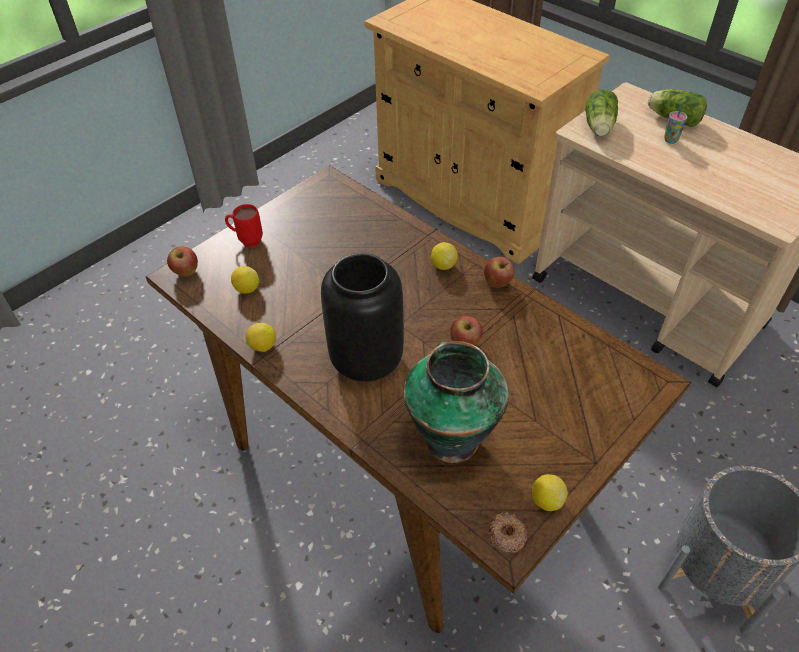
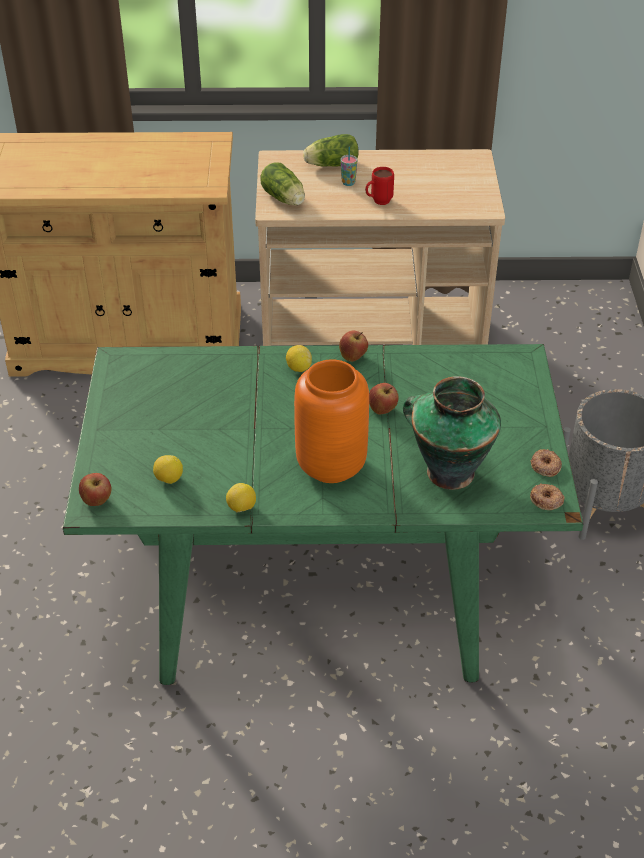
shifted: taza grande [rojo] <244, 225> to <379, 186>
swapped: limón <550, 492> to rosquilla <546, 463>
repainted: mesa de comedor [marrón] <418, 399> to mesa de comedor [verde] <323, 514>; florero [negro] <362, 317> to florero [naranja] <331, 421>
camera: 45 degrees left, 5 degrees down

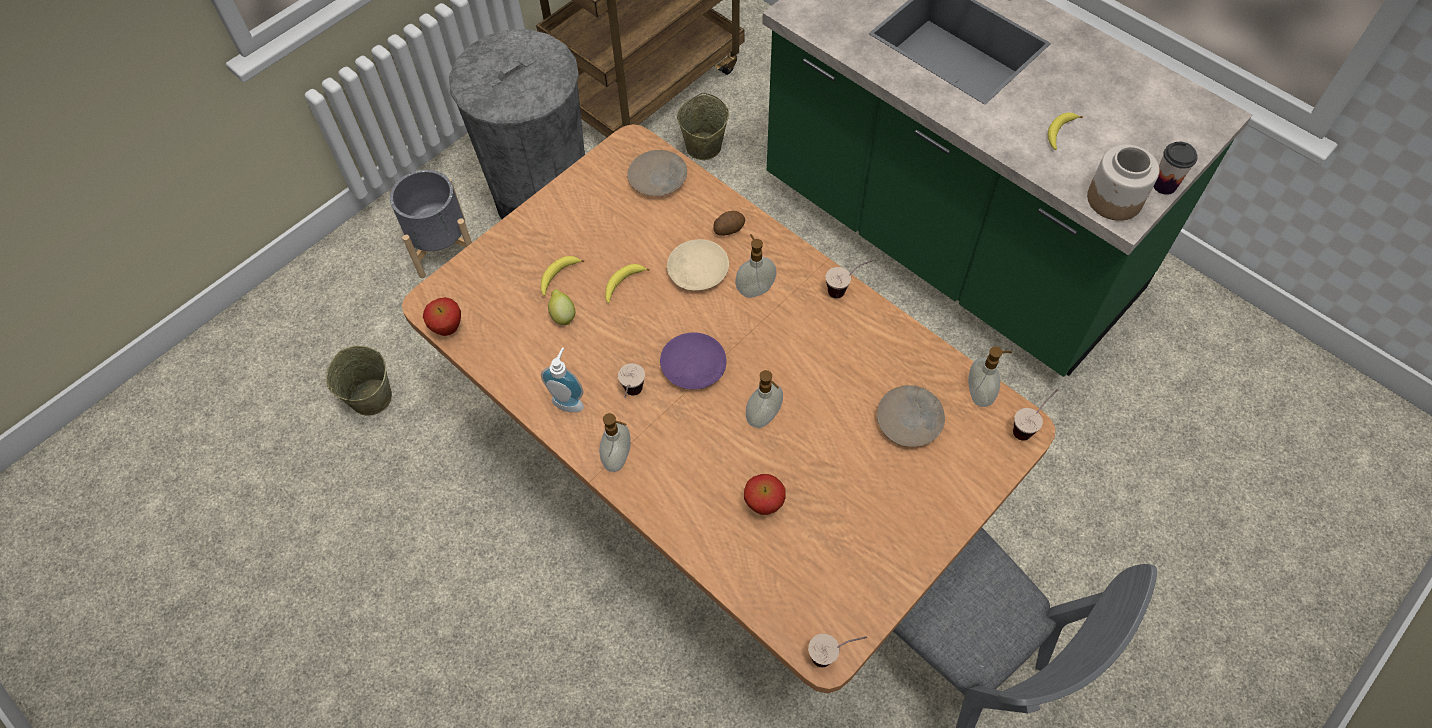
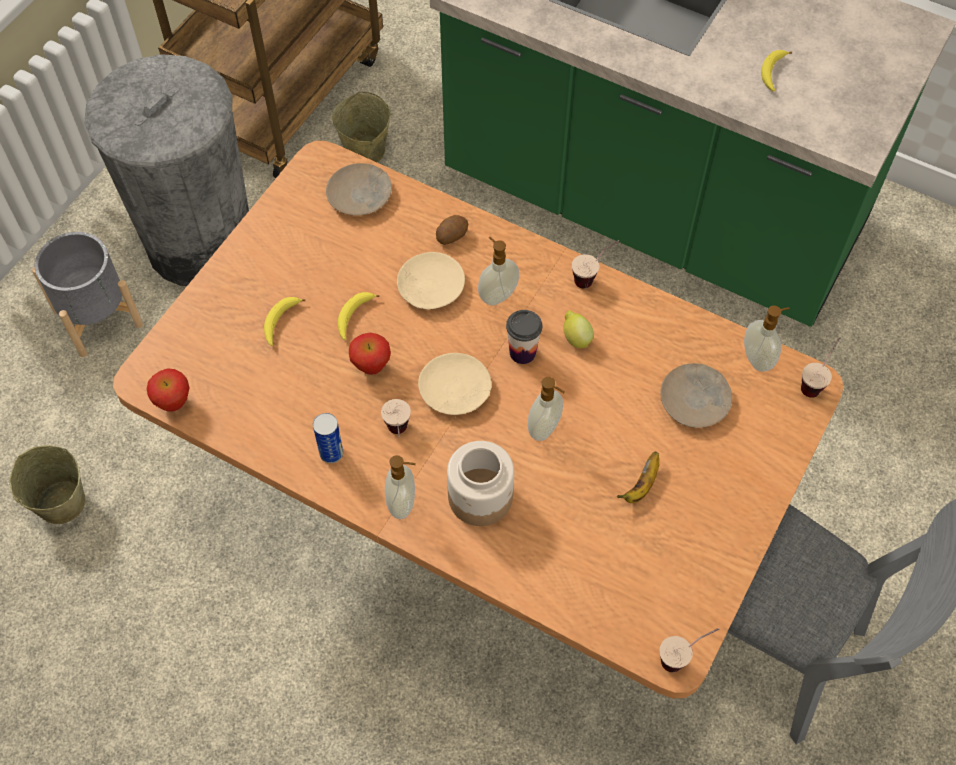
new: plátano <637, 477>
shifted: taza <1175, 168> to <524, 337>; tarro <1123, 182> to <480, 483>; limón <561, 307> to <578, 329>; manzana <764, 494> to <370, 354>
swapped: dispensador de jabón <562, 379> to lata <328, 438>
repainted: plato [morado] <693, 360> to plato [beis] <455, 384>
camera: 15 degrees left, 0 degrees up

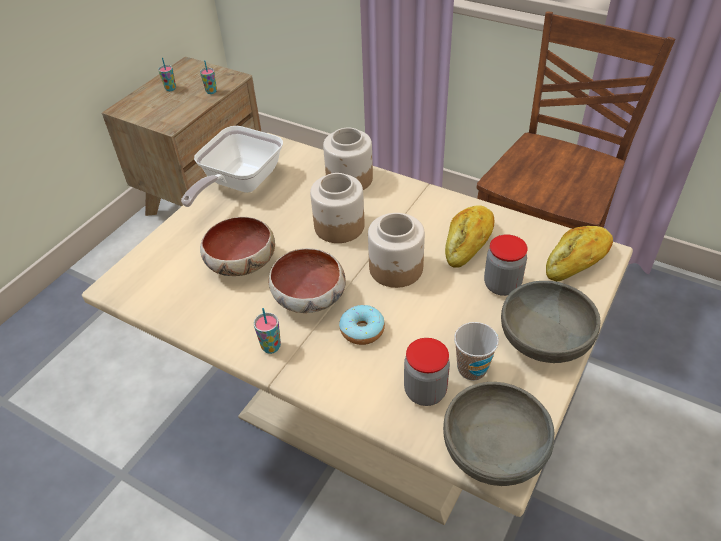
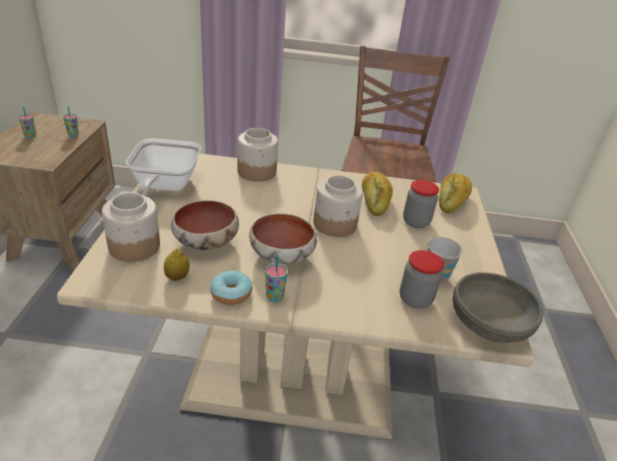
gone: cuenco [gris] <551, 322>
new: limón <176, 265>
shifted: tarro <337, 208> to <131, 227>; rosquilla <362, 325> to <231, 287>
camera: 30 degrees left, 10 degrees down

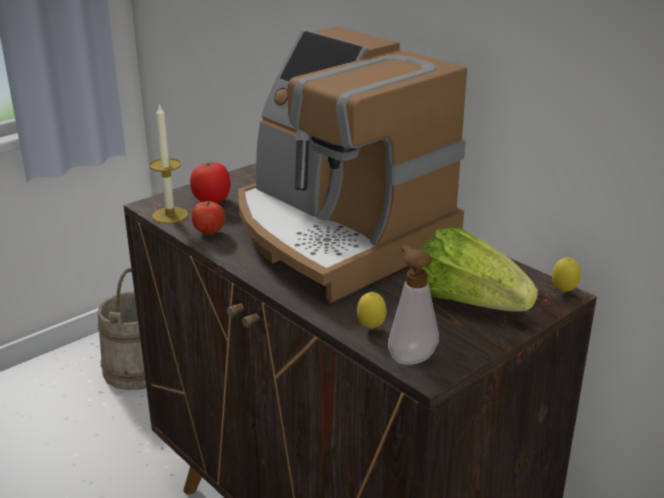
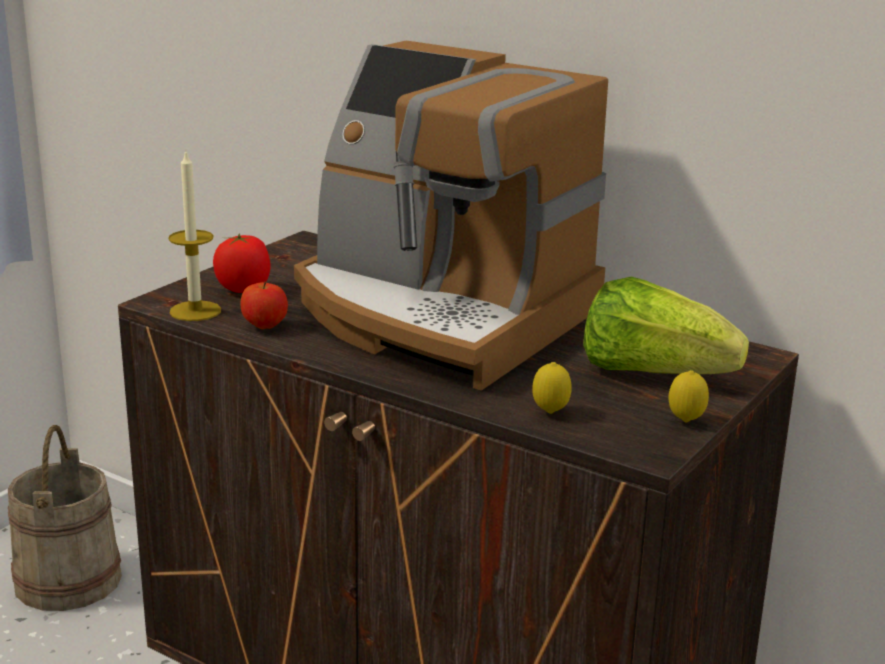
gone: dispensador de jabón <413, 305>
shifted: limón <566, 275> to <689, 396>
camera: 15 degrees left, 5 degrees down

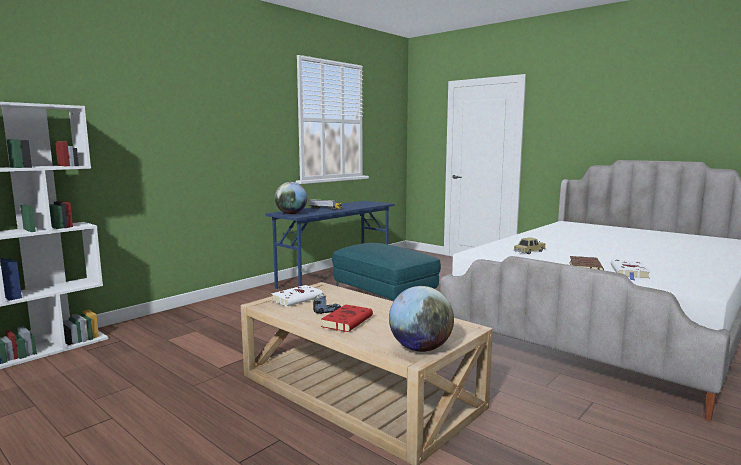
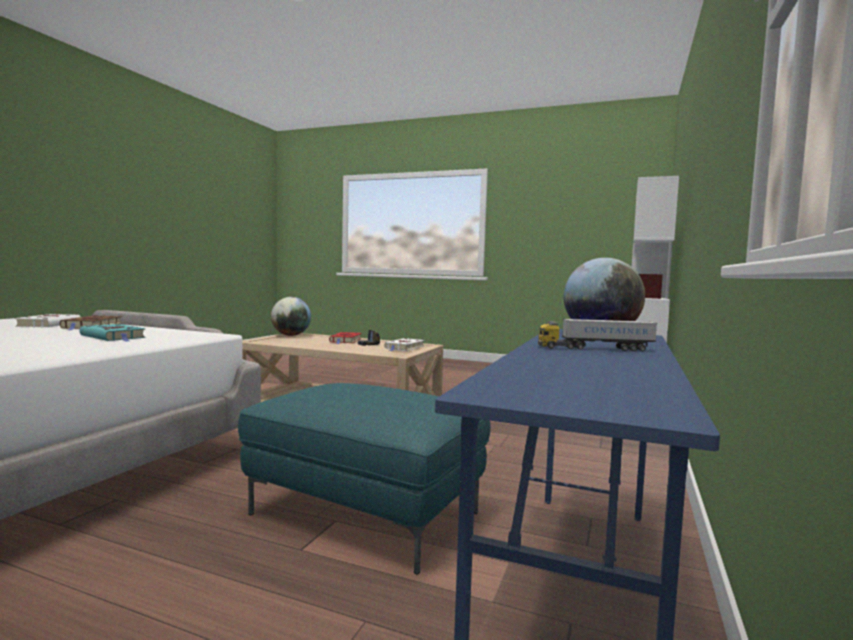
swapped: coche de juguete <530, 246> to libro [turquesa] <112, 333>
camera: 160 degrees right, 5 degrees down

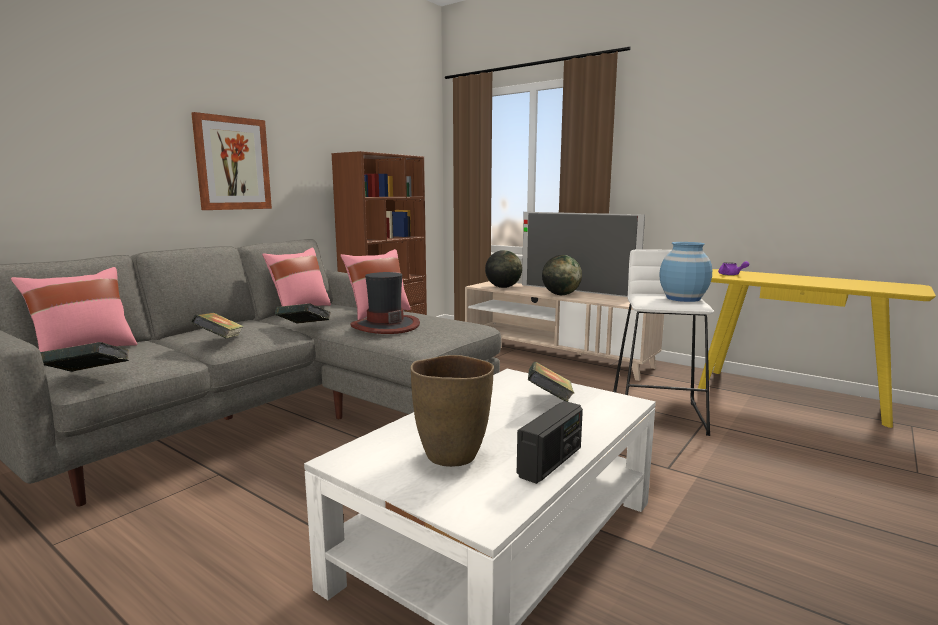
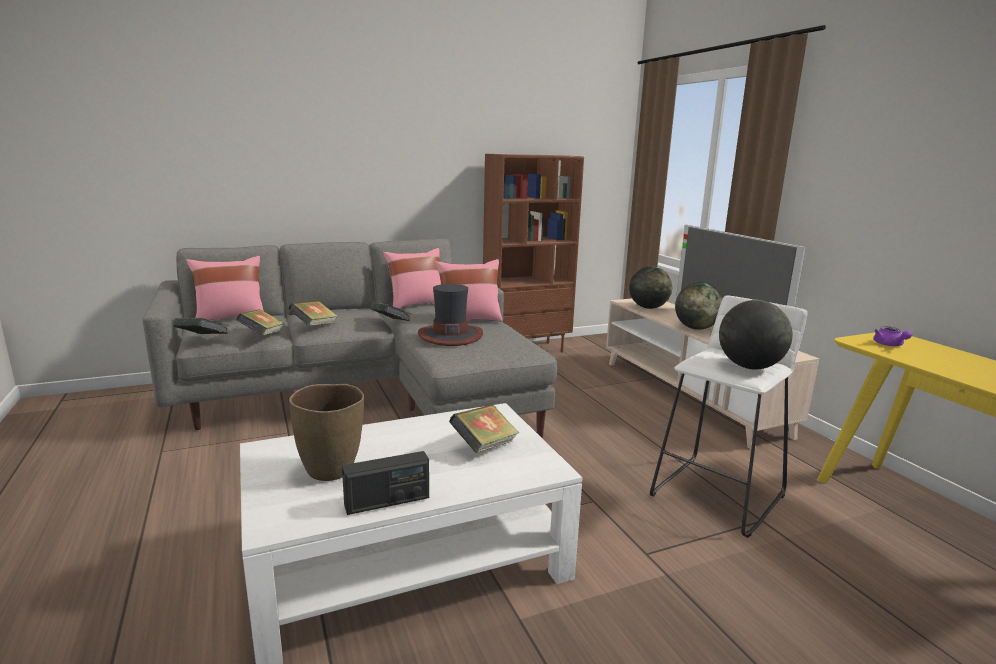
gone: cuadro <231, 161>
new: libro <260, 322>
swapped: florero [azul] <685, 272> to globo terráqueo <756, 335>
camera: 30 degrees right, 5 degrees up

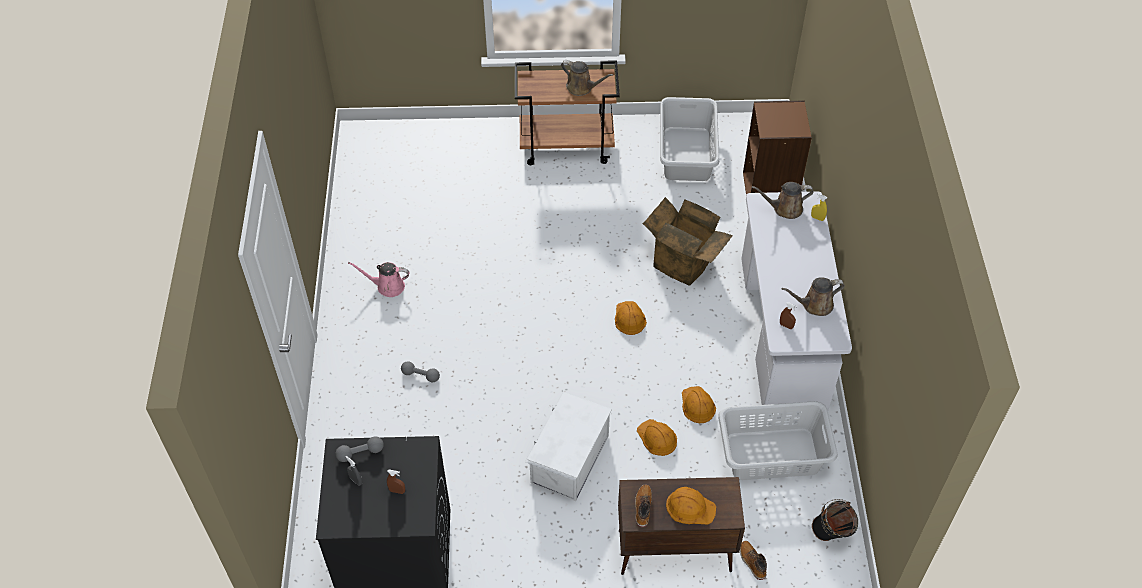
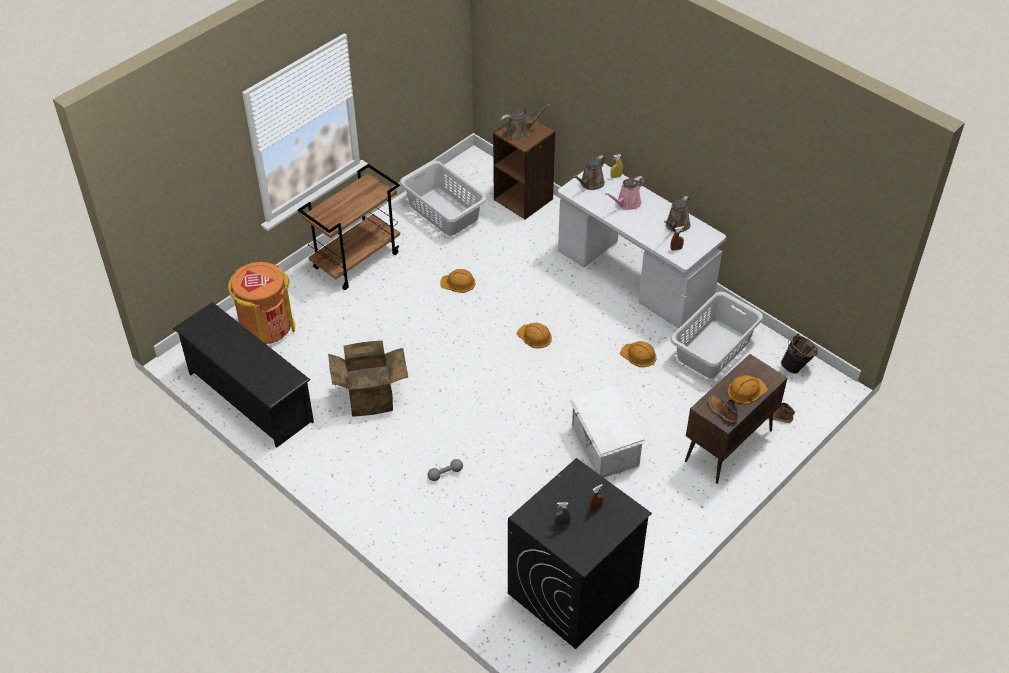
gone: mancuerna [gris] <360, 449>
new: papelera [naranja] <261, 303>; zapatero [negro] <243, 375>
shifted: regadera [marrón] <587, 78> to <525, 122>; caja de cartón <688, 241> to <368, 378>; regadera [rosa] <379, 279> to <625, 193>; casco [naranja] <657, 437> to <457, 281>
camera: 45 degrees left, 5 degrees down

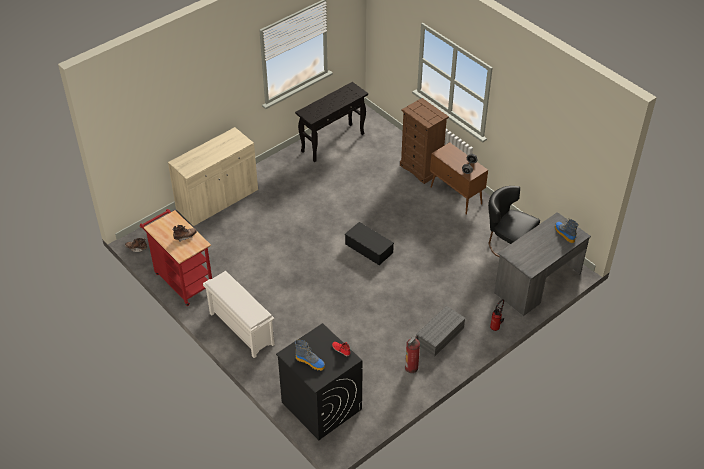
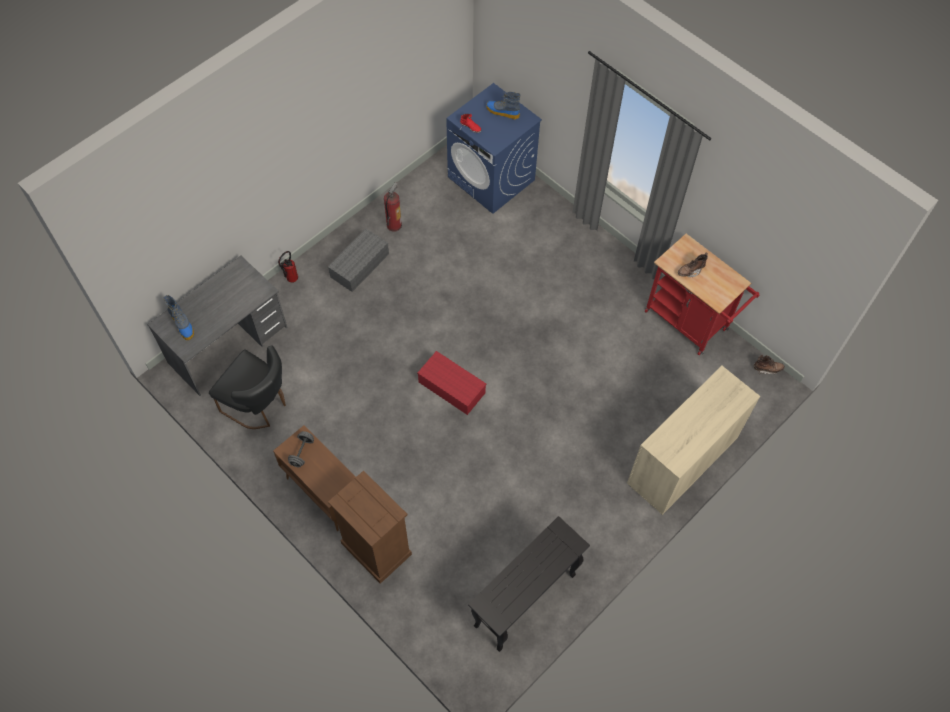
gone: zapatero [blanco] <239, 314>
repainted: caja de almacenaje [negro] <369, 243> to caja de almacenaje [rojo] <451, 383>; lavadora [negro] <319, 381> to lavadora [azul] <494, 148>
camera: 175 degrees right, 15 degrees up

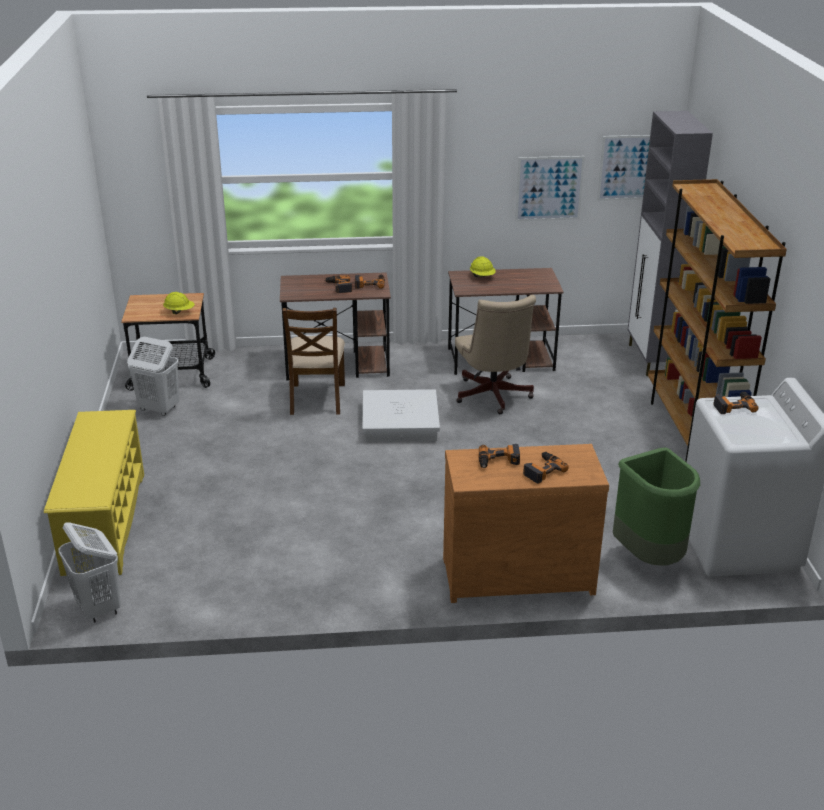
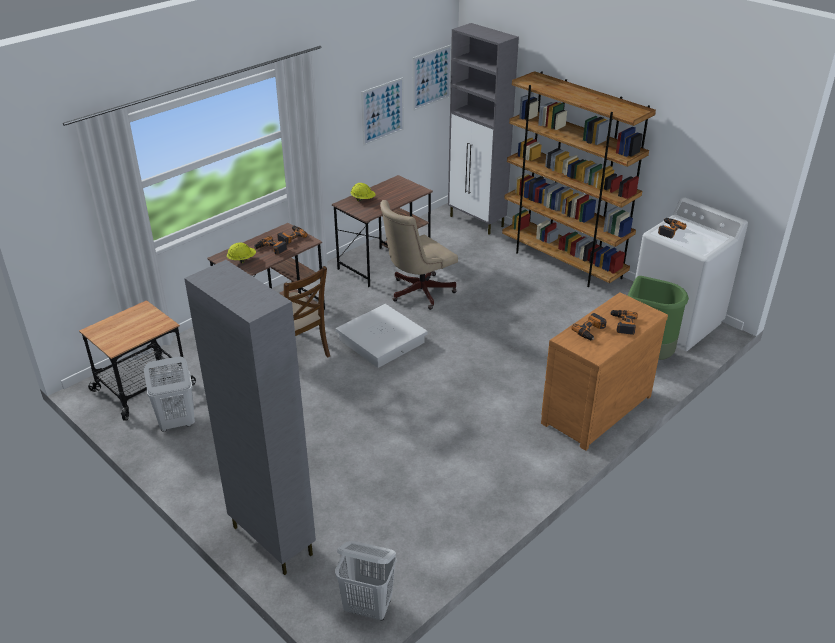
shifted: casco [amarillo] <179, 303> to <241, 253>
swapped: zapatero [amarillo] <94, 493> to armario [gris] <250, 417>
rotated: silla de oficina [beis] <495, 354> = <419, 255> 105 degrees clockwise
camera: 40 degrees left, 5 degrees up

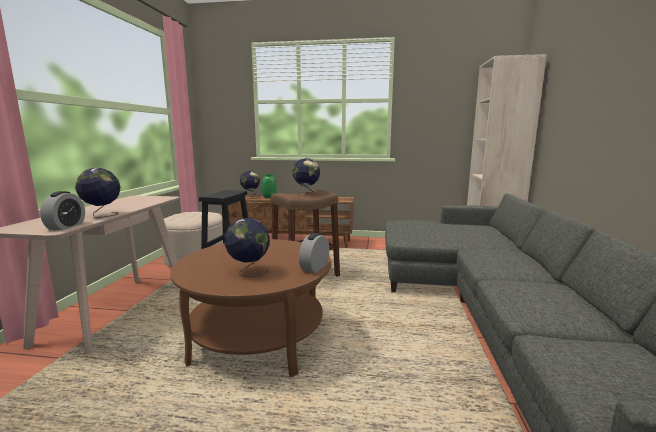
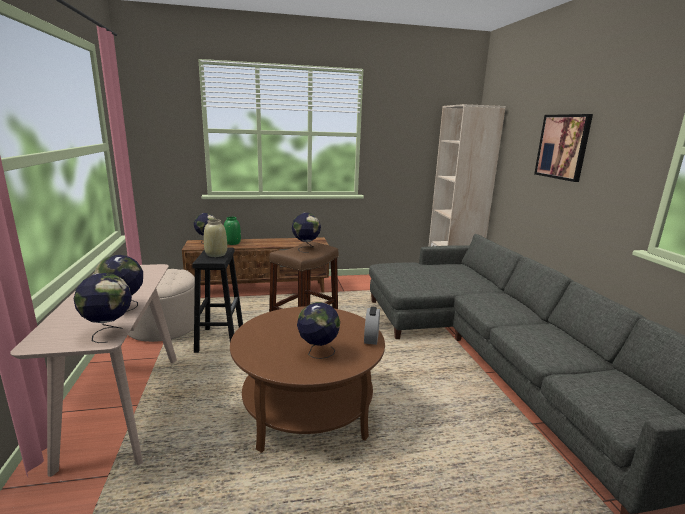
new: cuadro <563, 148>; florero [beis] <215, 238>
swapped: despertador <62, 210> to globo terráqueo <102, 308>
camera: 20 degrees left, 5 degrees up

